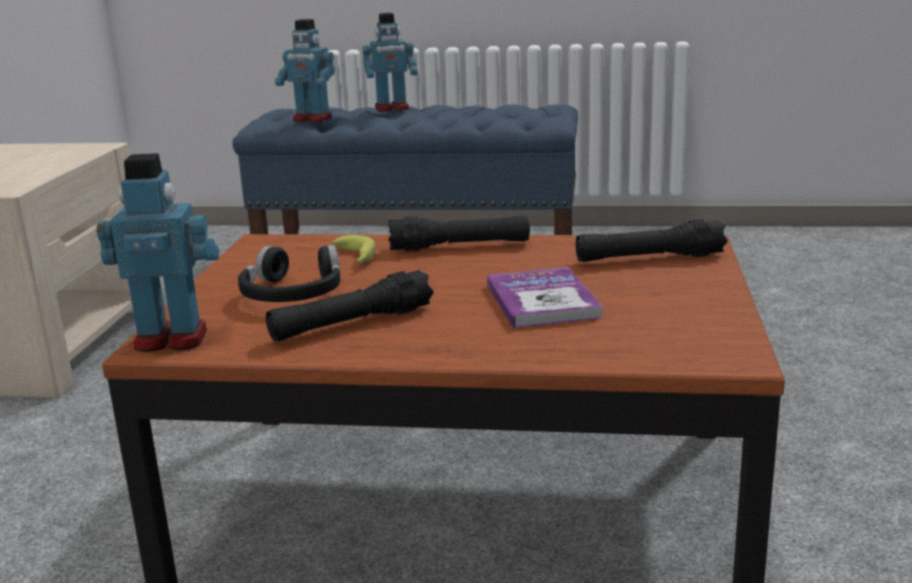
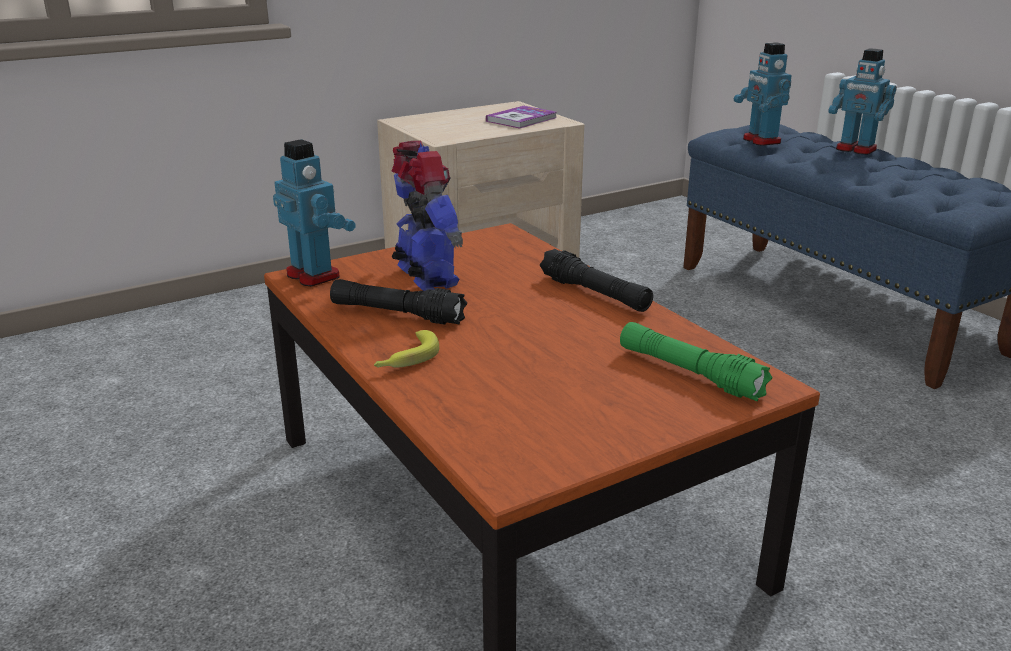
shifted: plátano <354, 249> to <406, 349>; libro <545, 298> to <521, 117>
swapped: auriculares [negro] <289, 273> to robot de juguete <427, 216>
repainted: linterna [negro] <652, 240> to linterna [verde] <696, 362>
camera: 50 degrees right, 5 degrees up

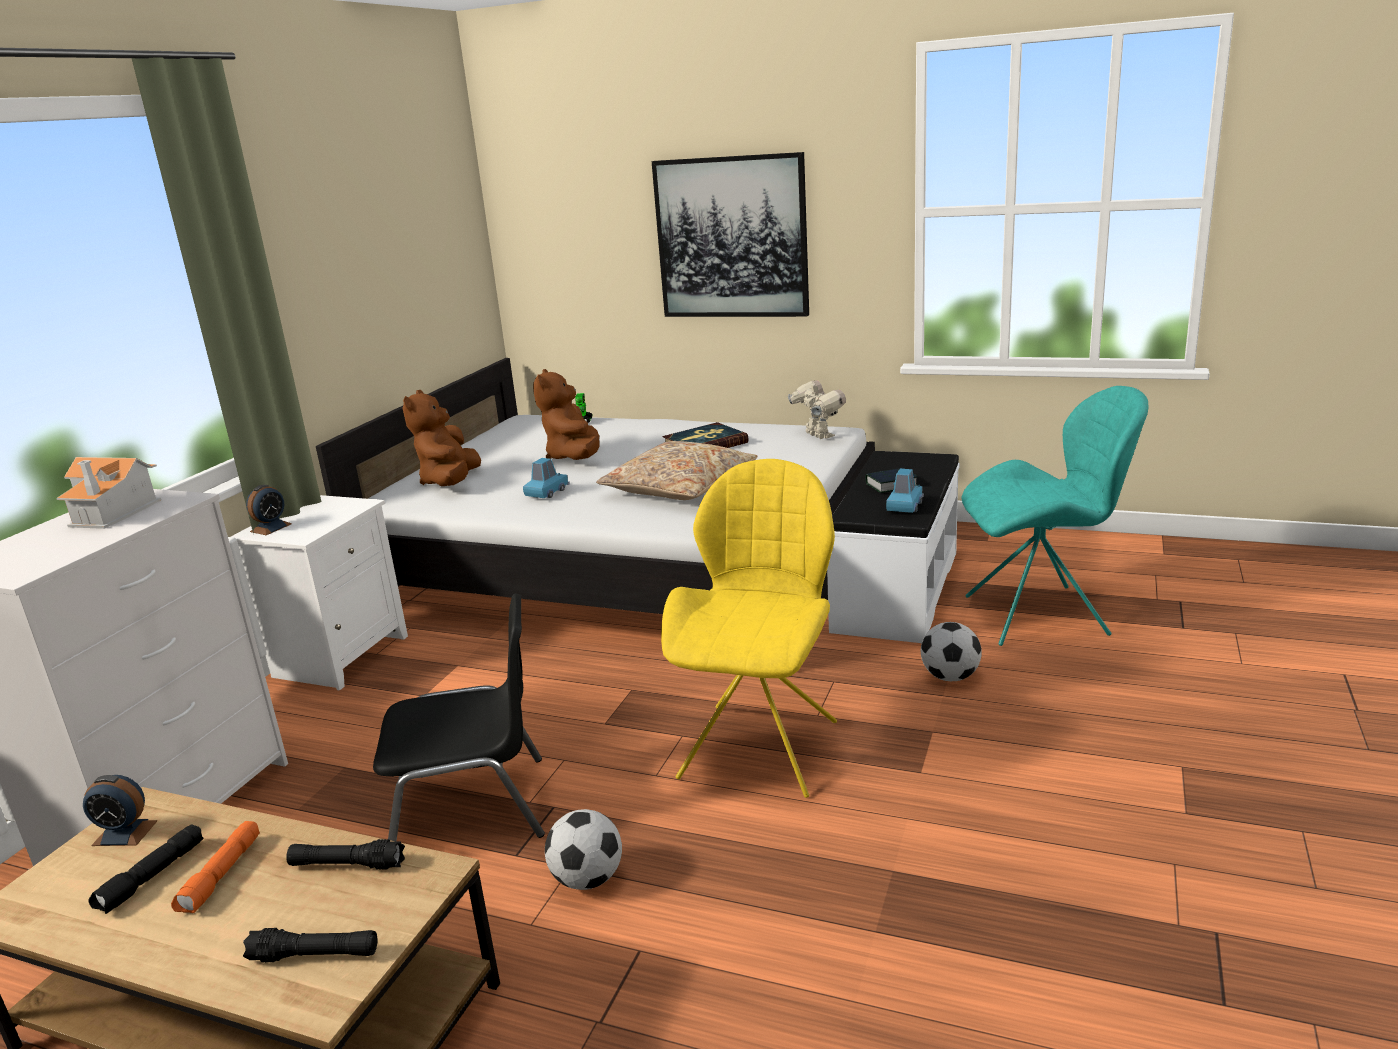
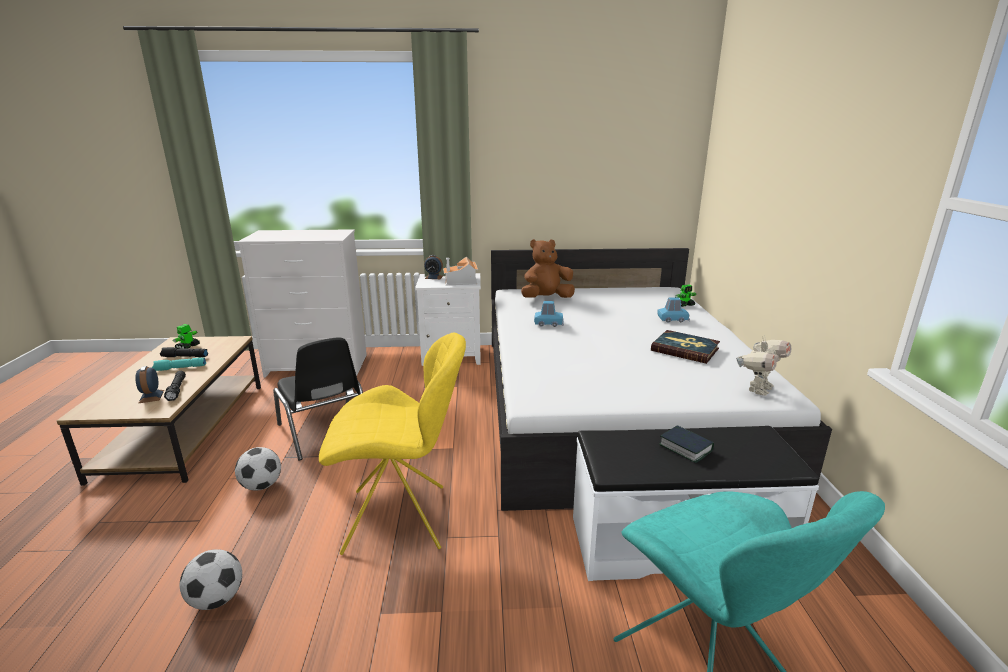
gone: cuadro <730, 234>; peluche [marrón] <566, 414>; cojín [beis] <677, 470>; linterna [negro] <310, 945>
new: robot de juguete <186, 336>
shifted: casita <108, 493> to <460, 271>; coche de juguete [azul] <905, 491> to <673, 310>; balón de fútbol <951, 651> to <211, 580>; despertador <120, 810> to <149, 384>
repainted: linterna [naranja] <215, 867> to linterna [turquesa] <179, 364>
camera: 65 degrees right, 0 degrees up

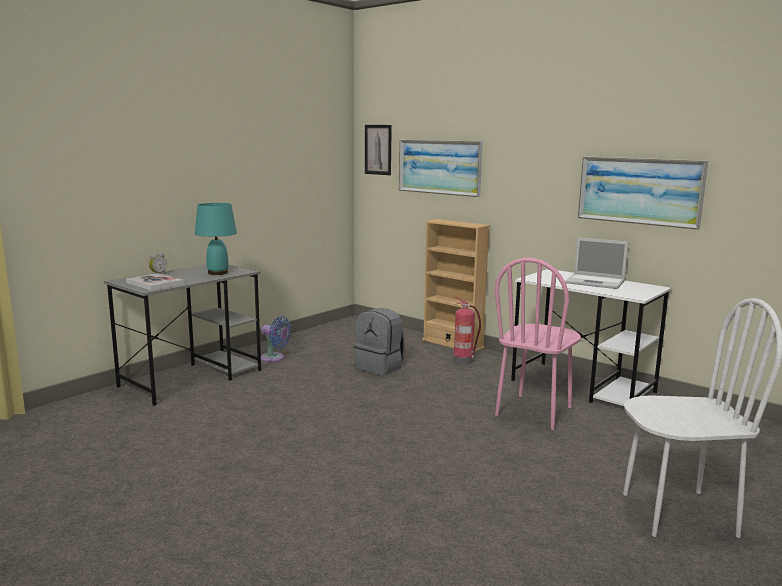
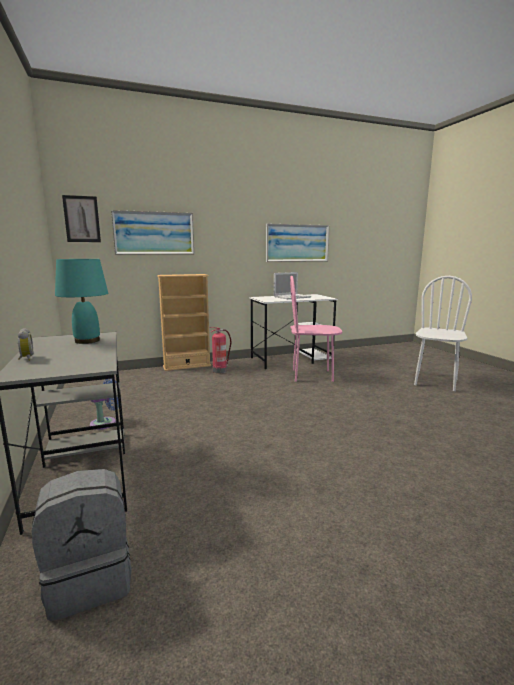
gone: libro <155, 282>
shifted: mochila [gris] <379, 341> to <81, 545>
rotated: silla [rosa] <538, 344> = <316, 329> 120 degrees clockwise
camera: 60 degrees left, 0 degrees up

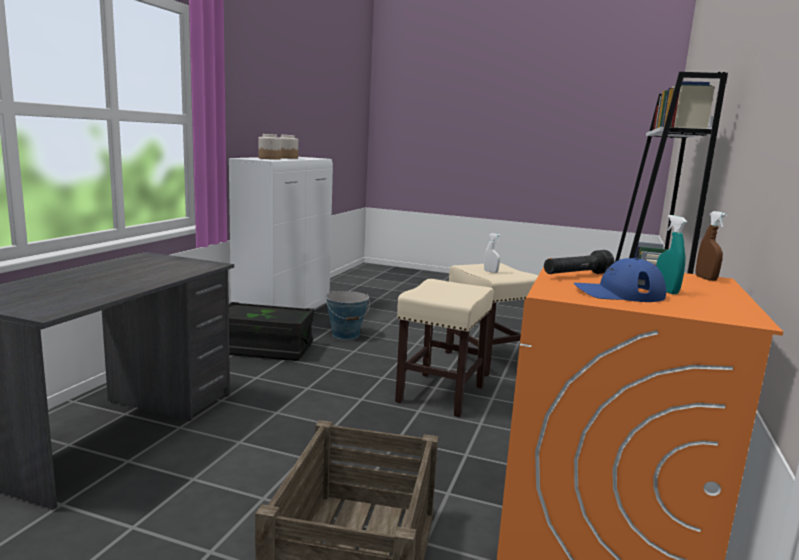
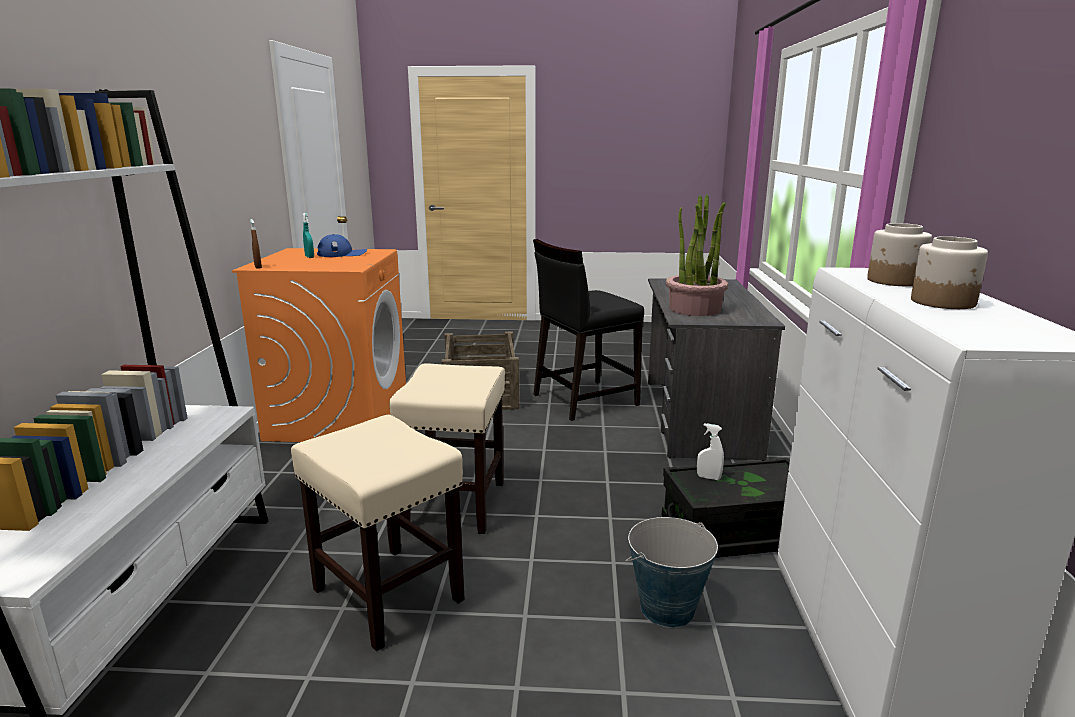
gone: linterna [negro] <579, 262>
new: planta en maceta <697, 255>; silla [negro] <588, 330>
shifted: pulverizador [blanco] <492, 253> to <710, 451>
camera: 165 degrees right, 5 degrees up

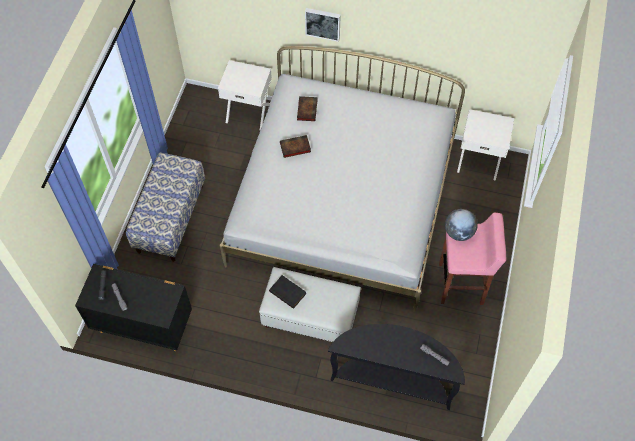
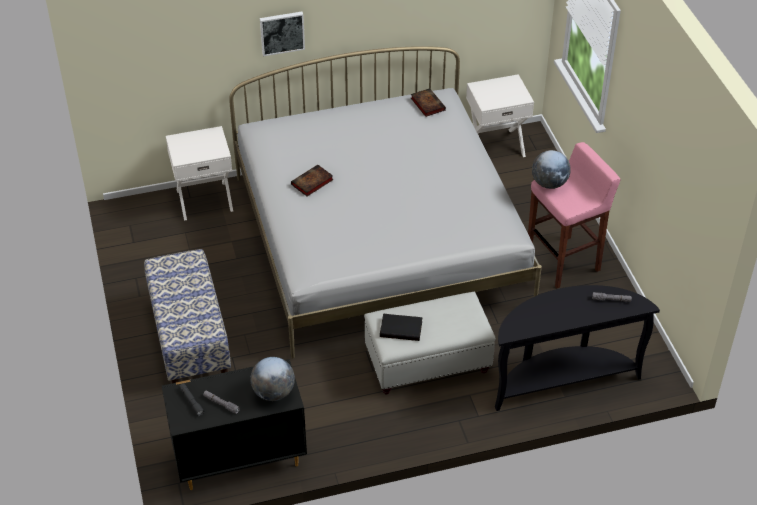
new: globo terráqueo <272, 379>
shifted: libro <307, 108> to <428, 102>
camera: 30 degrees left, 15 degrees down

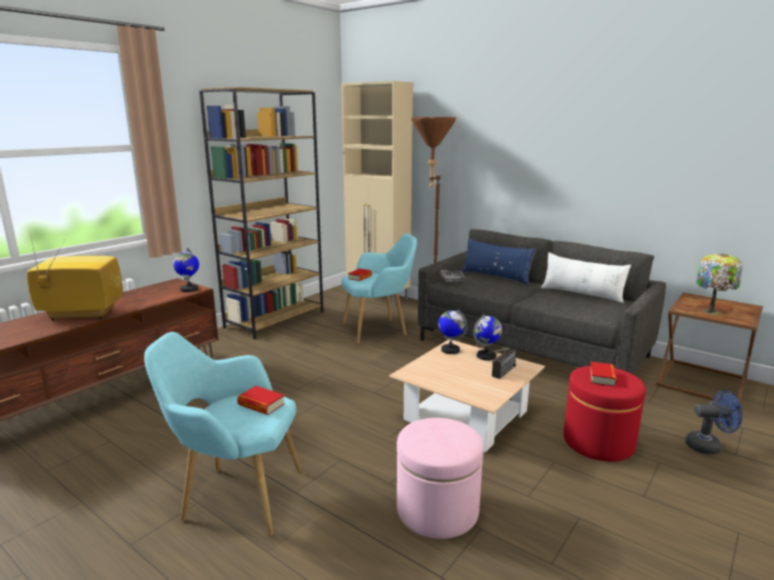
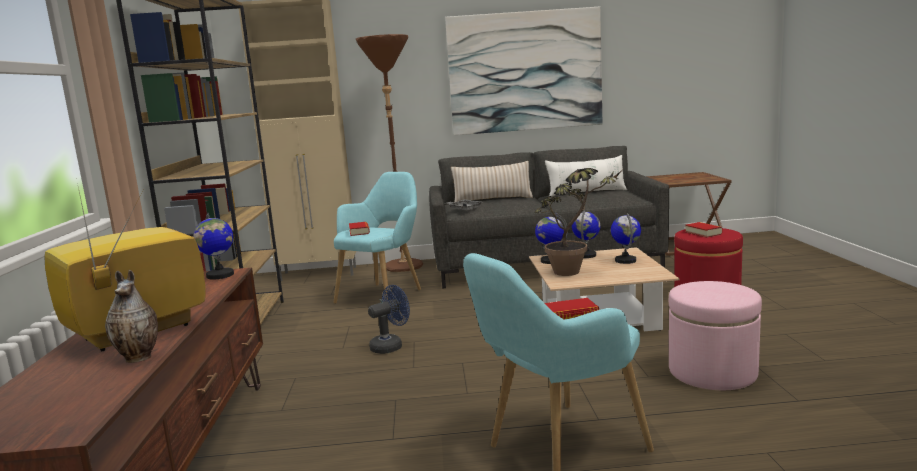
gone: lámpara de mesa <719, 284>
new: cuadro <523, 71>; planta en maceta <577, 222>; florero <131, 316>
shifted: ventilador [azul] <713, 422> to <389, 319>
swapped: radio <500, 363> to globo terráqueo <626, 238>
repainted: cojín [azul] <498, 262> to cojín [beis] <492, 181>
camera: 40 degrees left, 5 degrees down

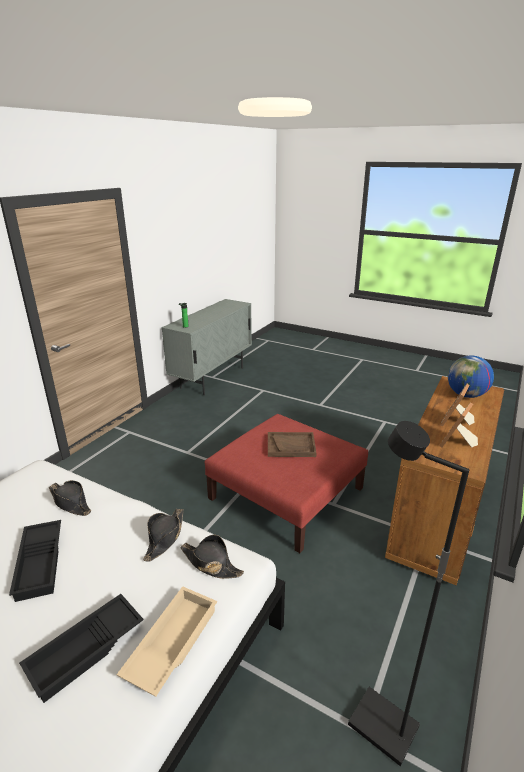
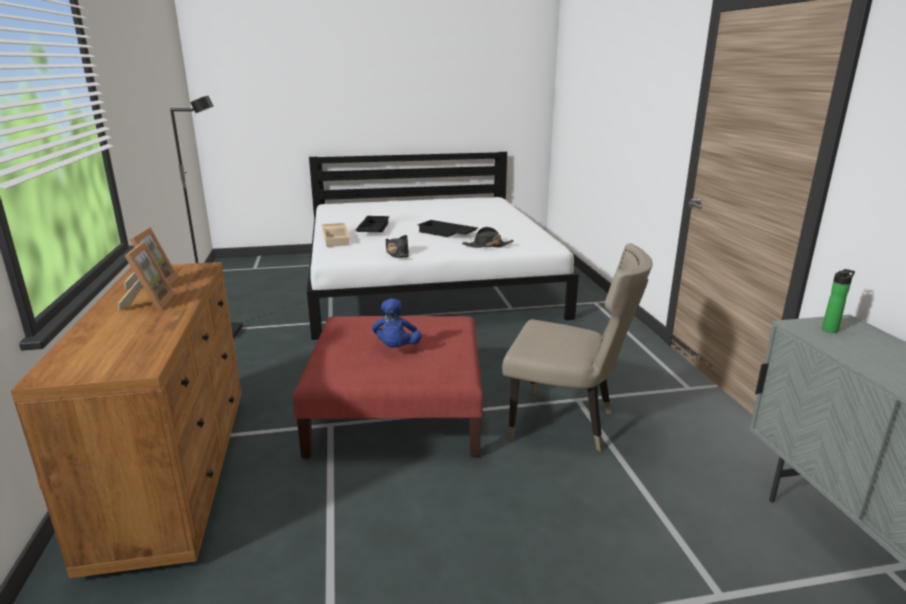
gone: globo terráqueo <471, 376>; sombrero [negro] <212, 557>
new: silla [beis] <577, 347>
swapped: bandeja [marrón] <292, 444> to peluche [azul] <397, 323>
camera: 140 degrees right, 5 degrees down

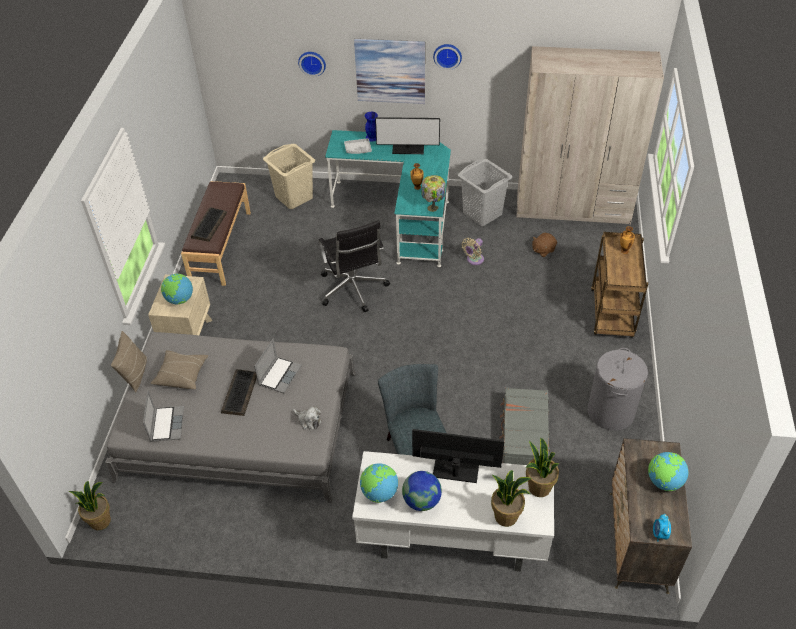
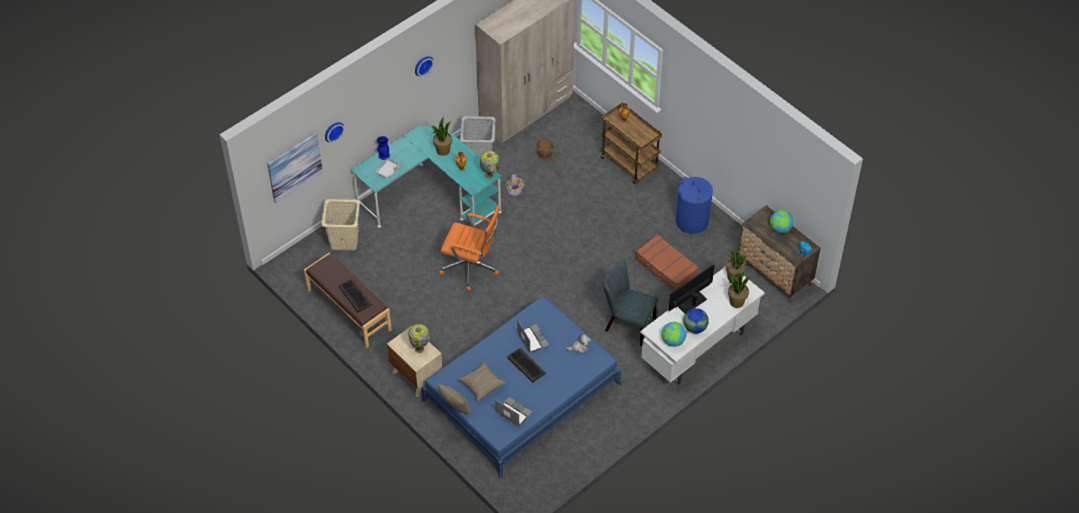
gone: monitor <407, 135>
shifted: cuadro <389, 71> to <295, 167>; planta en maceta <90, 505> to <441, 136>
swapped: globo terráqueo <177, 289> to lámpara de mesa <419, 338>
repainted: silla de oficina [negro] <354, 266> to silla de oficina [naranja] <469, 248>; cama [gris] <230, 417> to cama [azul] <521, 387>; cesto de la ropa [gris] <618, 389> to cesto de la ropa [azul] <694, 205>; maleta [gris] <525, 426> to maleta [marrón] <666, 262>
camera: 50 degrees left, 5 degrees up

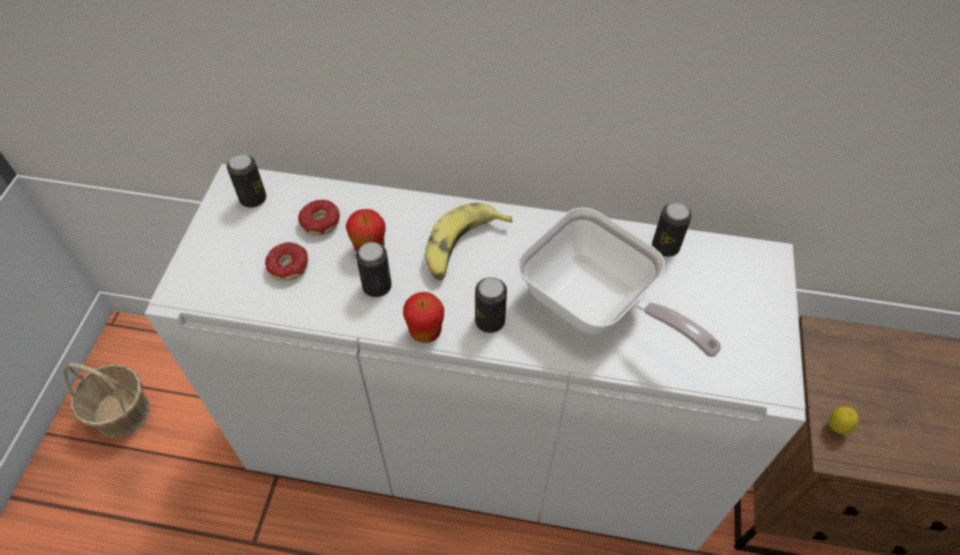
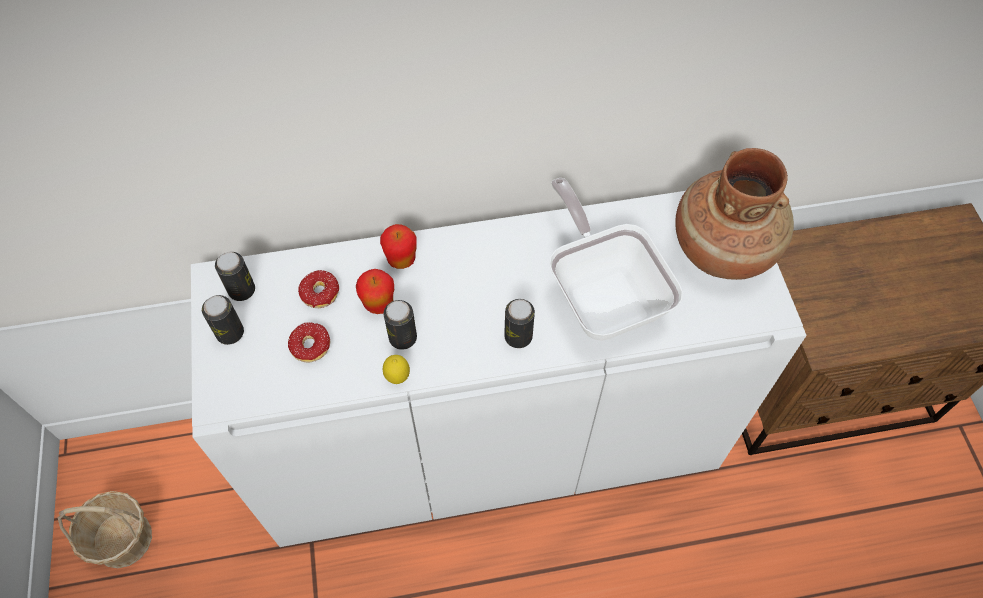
gone: plátano <468, 241>
new: florero [marrón] <734, 214>
shifted: lata <672, 229> to <223, 320>; manzana <423, 317> to <398, 246>; limón <844, 420> to <396, 369>
rotated: sartén <619, 282> = <616, 259> 135 degrees counterclockwise
camera: 20 degrees left, 5 degrees up

